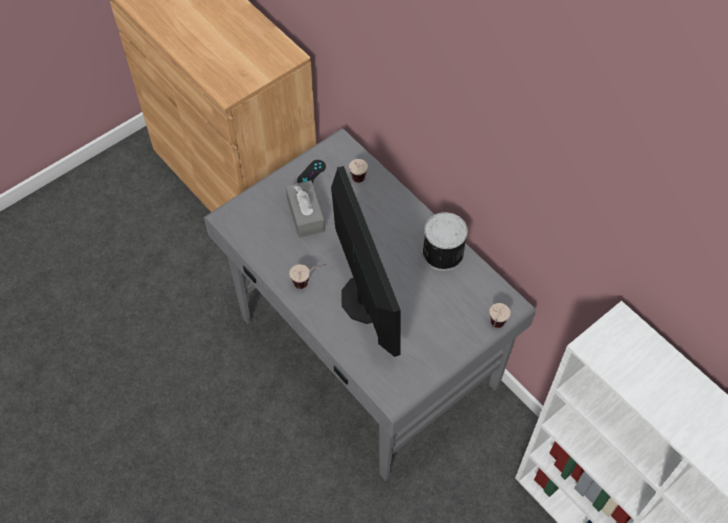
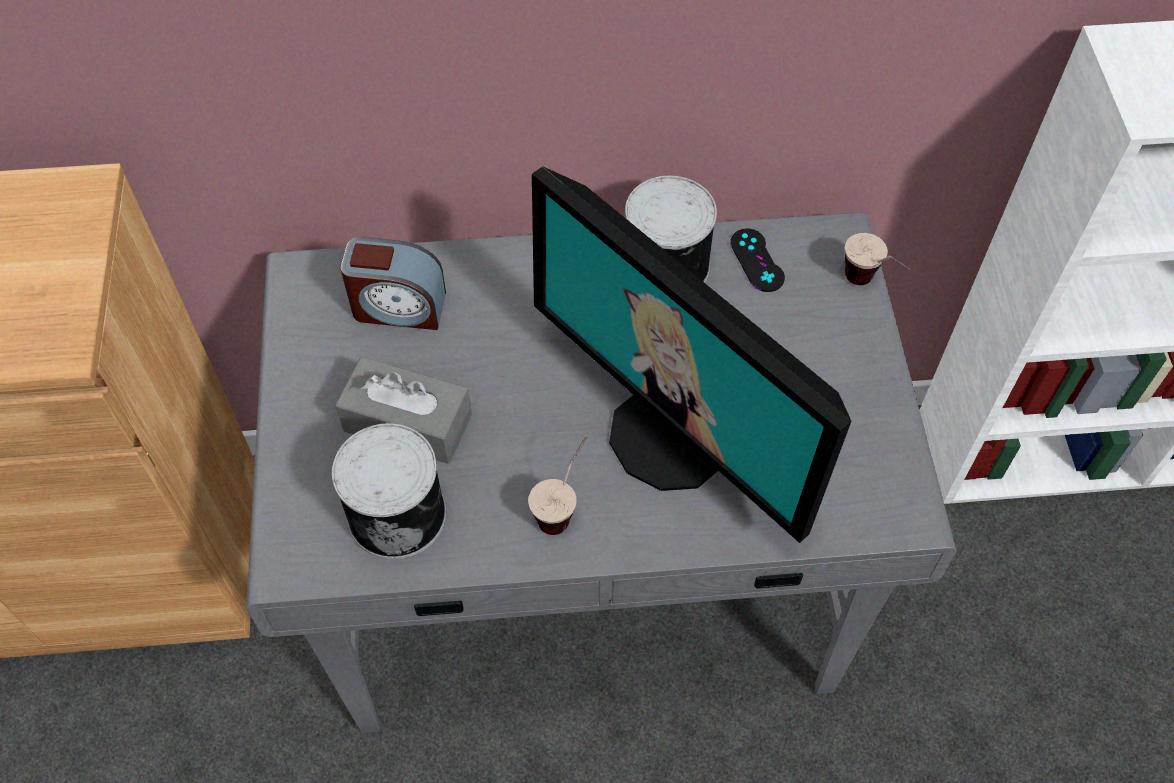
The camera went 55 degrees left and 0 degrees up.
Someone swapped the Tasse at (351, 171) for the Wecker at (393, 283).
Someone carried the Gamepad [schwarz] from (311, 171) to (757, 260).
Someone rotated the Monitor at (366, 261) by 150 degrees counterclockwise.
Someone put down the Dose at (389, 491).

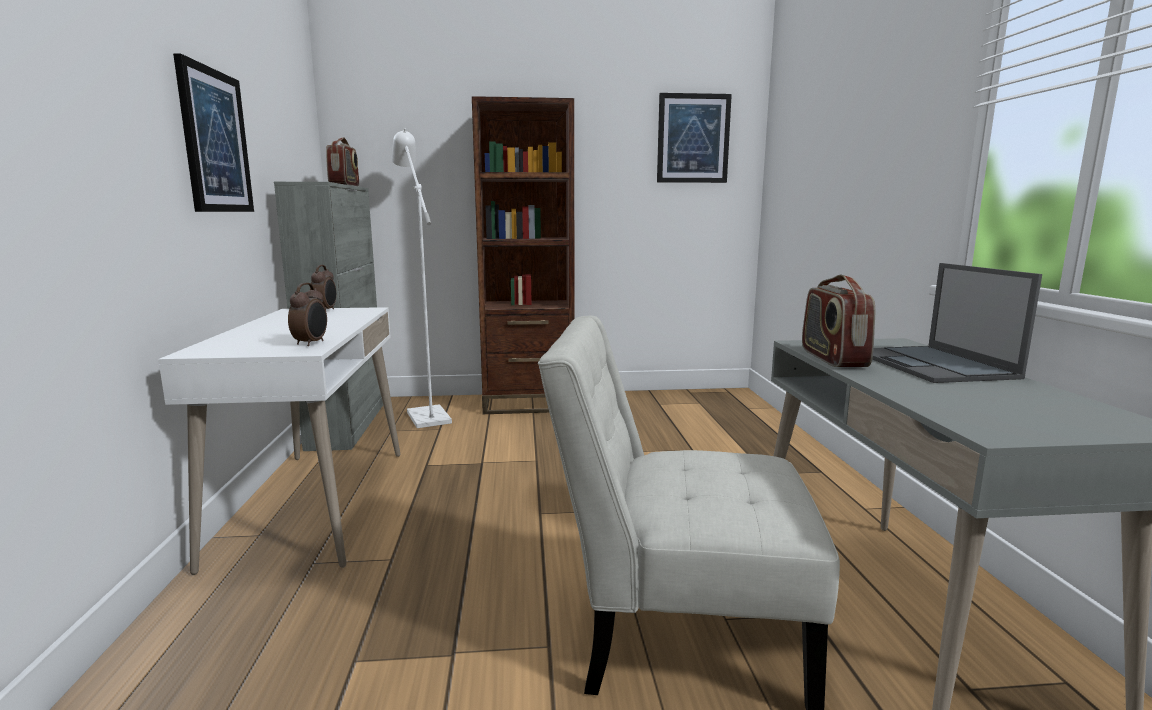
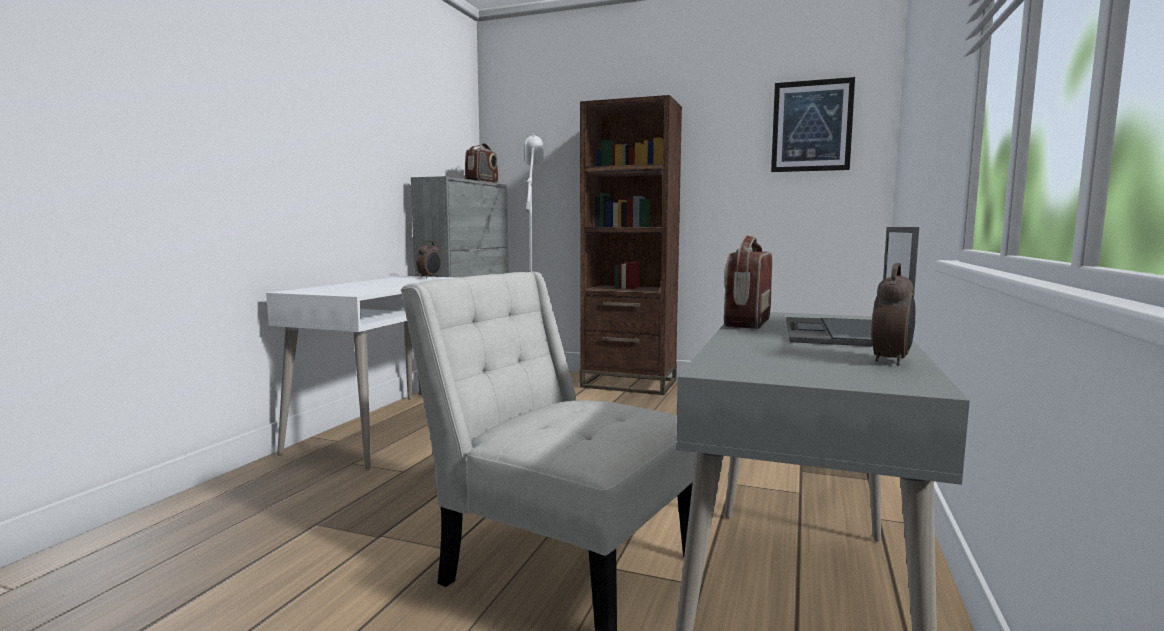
The camera went 25 degrees right and 5 degrees down.
Someone took away the Bild at (213, 132).
Someone carried the Wecker from (307, 314) to (893, 314).

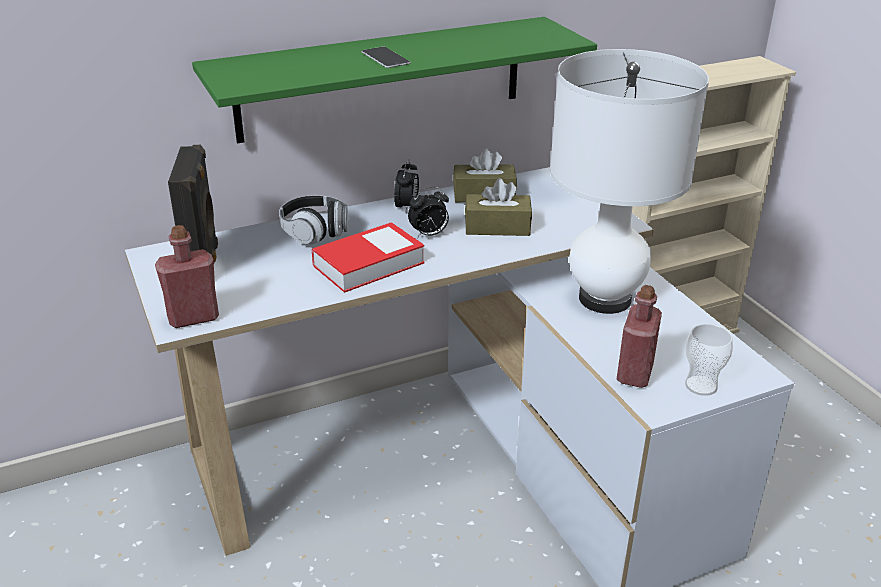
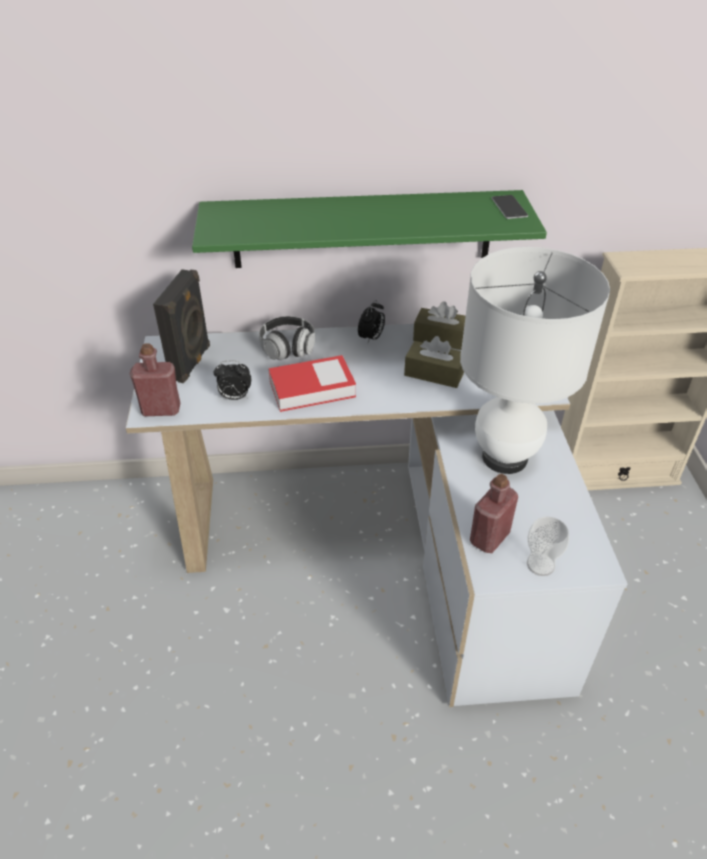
The camera went 20 degrees right and 10 degrees up.
Someone carried the Handy from (386, 57) to (510, 207).
Someone carried the Wecker from (428, 212) to (232, 380).

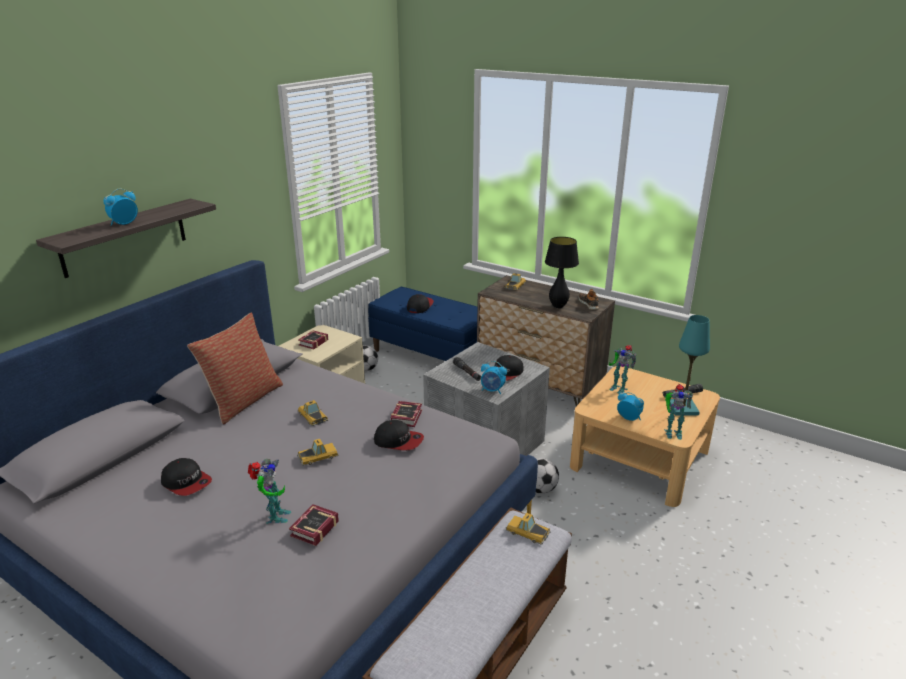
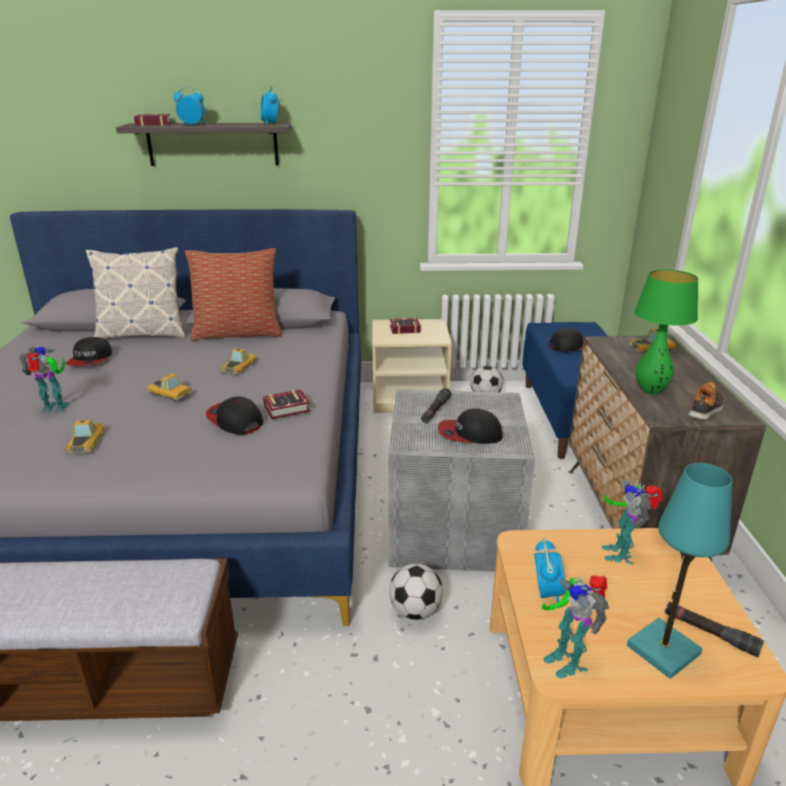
The camera went 55 degrees right and 0 degrees up.
Someone repainted the Tischlampe [schwarz] at (562, 272), which became the Tischlampe [grün] at (666, 332).
Someone carried the Wecker from (494, 377) to (269, 105).
Someone rotated the Kappe at (399, 435) by 150 degrees clockwise.
Someone rotated the Spielzeugroboter at (269, 491) by 150 degrees counterclockwise.
Someone carried the Buch from (314, 525) to (152, 119).
Someone carried the Spielzeugauto from (528, 529) to (85, 437).
Someone put down the Kissen at (135, 293).

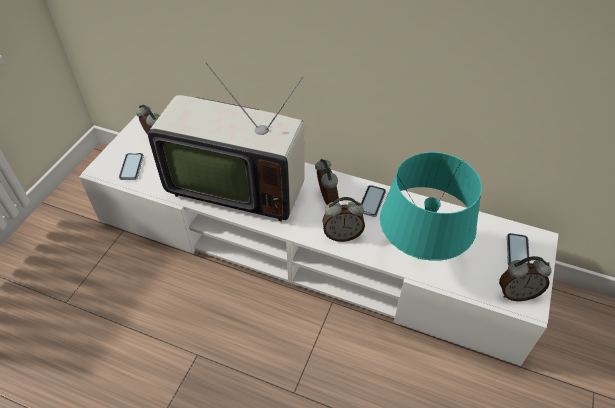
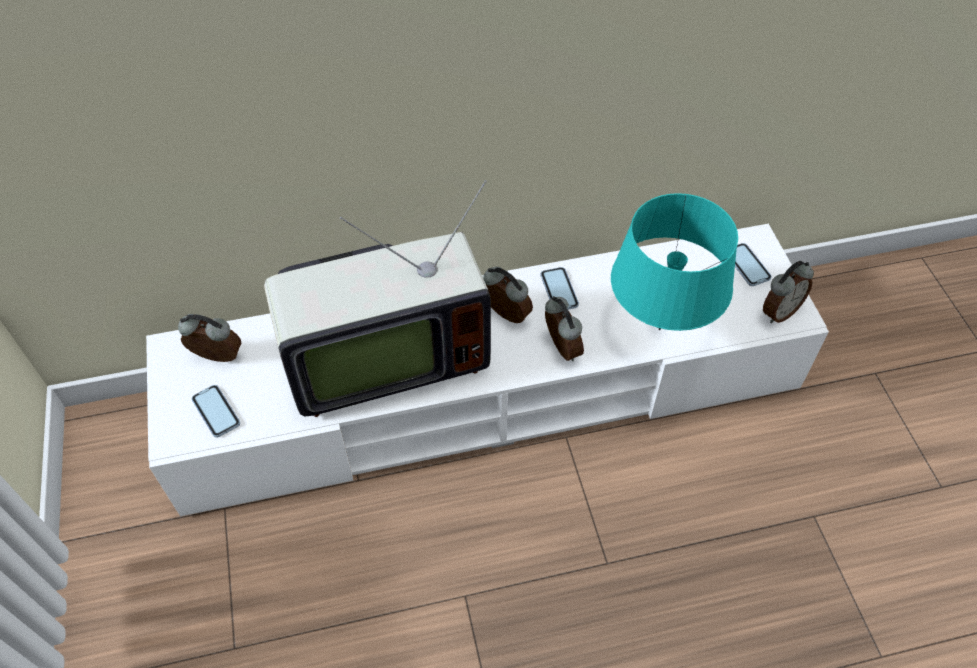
The camera went 35 degrees left and 5 degrees up.
Someone rotated the Wecker at (343, 219) by 75 degrees counterclockwise.

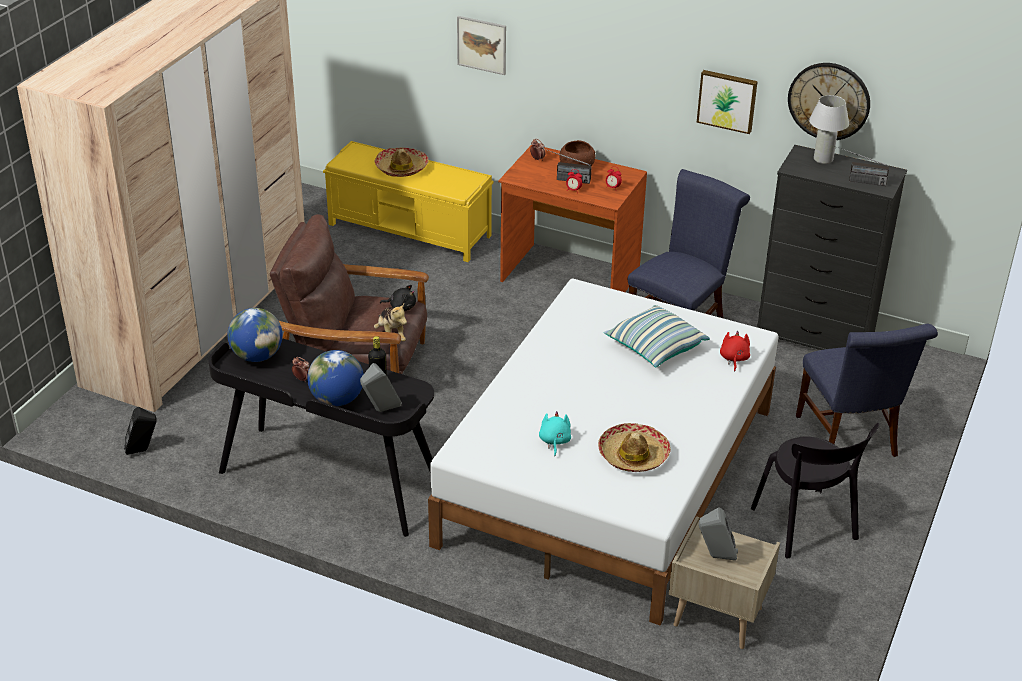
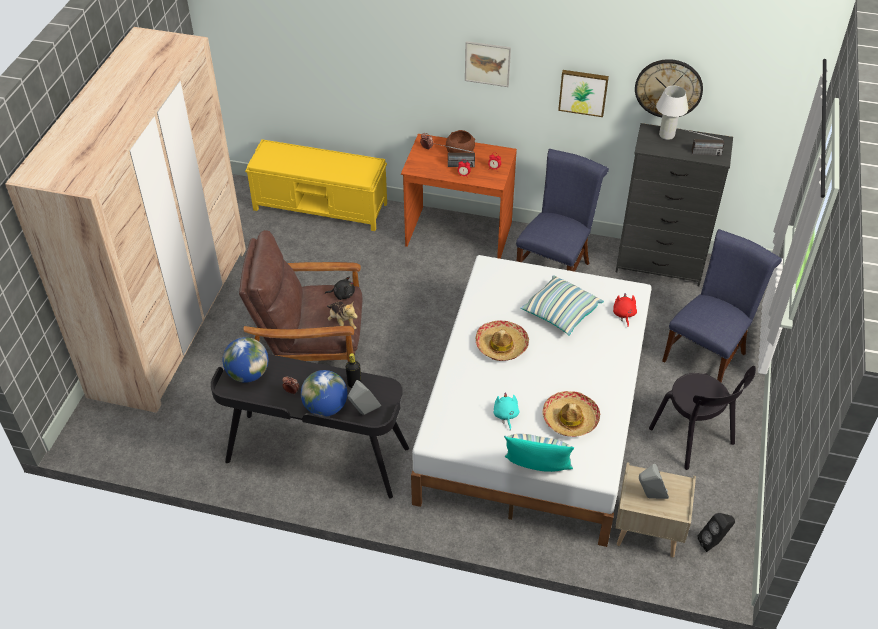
The camera went 10 degrees left and 10 degrees up.
Someone carried the Bild from (481, 45) to (488, 64).
Someone carried the Hut from (402, 162) to (502, 340).
Someone rotated the Stuhl [blau] at (867, 390) by 120 degrees counterclockwise.
Someone carried the Lautsprecher [schwarz] from (140, 431) to (716, 532).
Someone put down the Kissen at (539, 453).

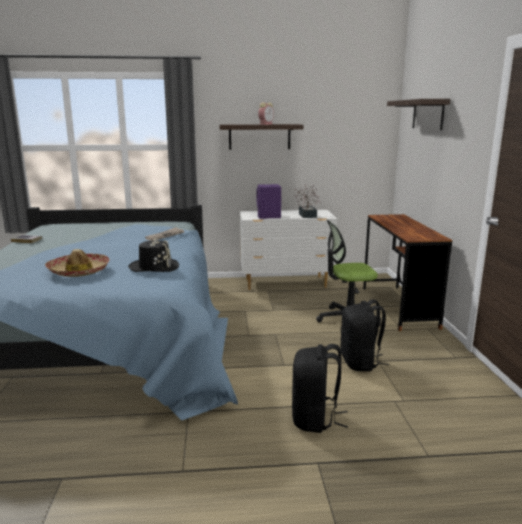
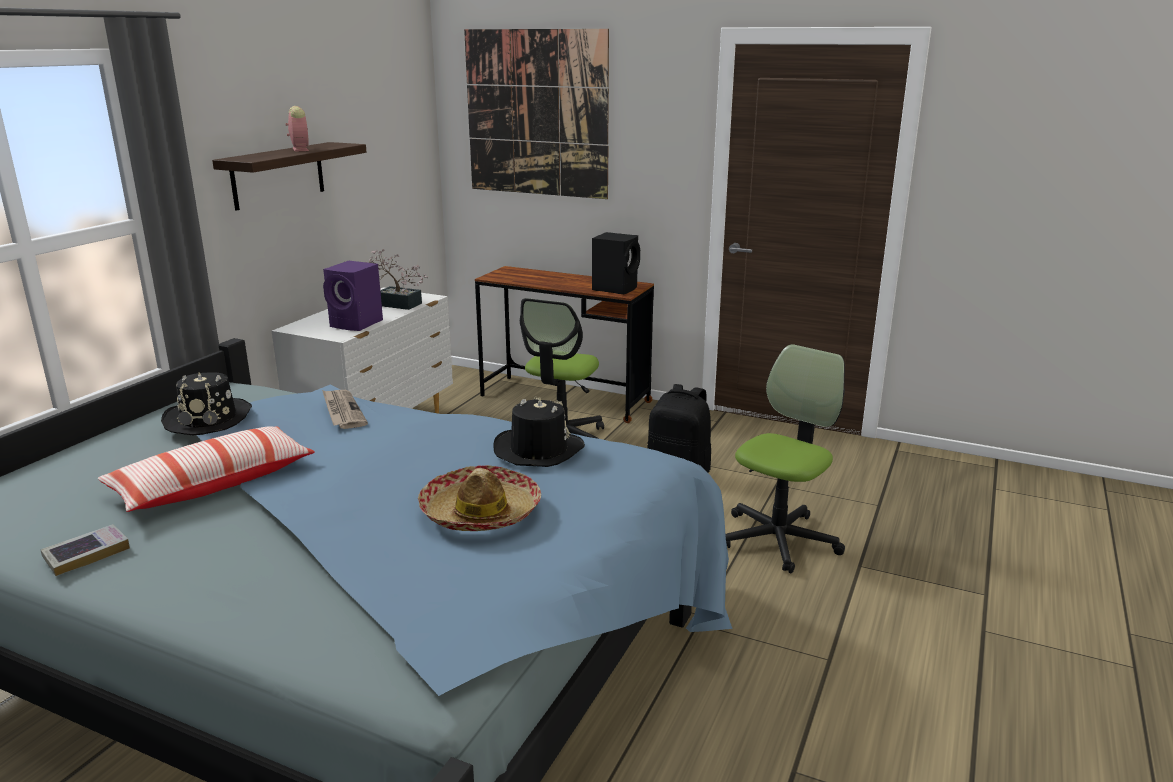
The camera went 60 degrees left and 5 degrees up.
Someone swapped the Wandregal at (418, 114) for the Bild at (536, 114).
Someone swapped the Rucksack [schwarz] at (320, 388) for the Bürostuhl at (785, 458).
Someone put down the Lautsprecher [schwarz] at (616, 263).
Someone put down the Hut [schwarz] at (206, 403).
Someone put down the Kissen at (206, 469).

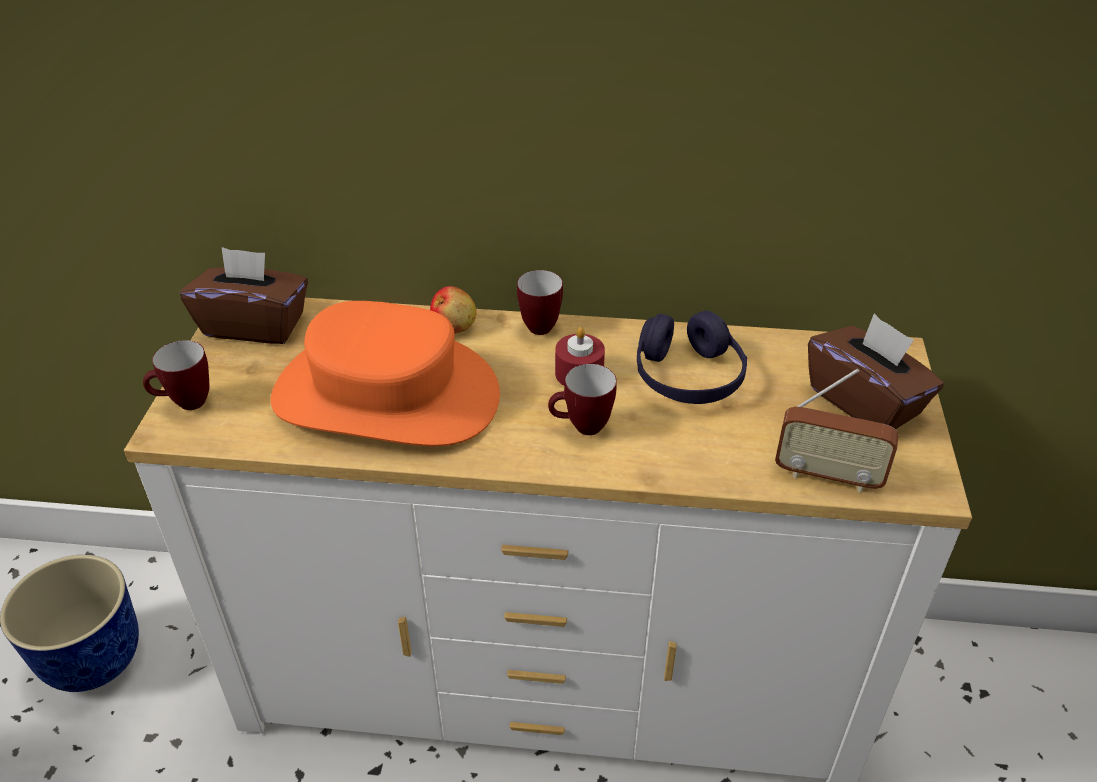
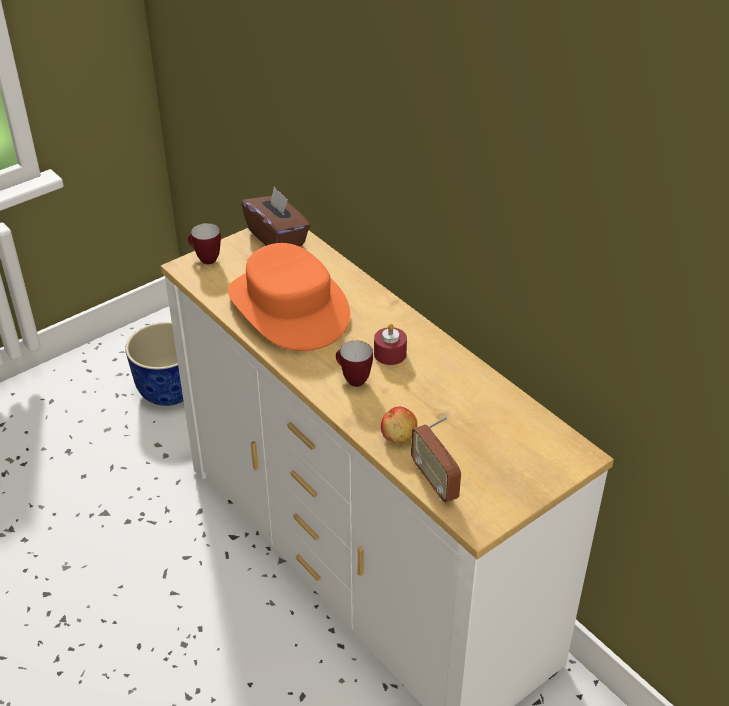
The camera went 45 degrees right and 0 degrees up.
Someone took away the Henkelbecher at (540, 302).
Someone carried the Apfel from (453, 310) to (399, 425).
Someone took away the Kopfhörer [lila] at (692, 357).
Someone took away the Taschentuchbox [braun] at (876, 371).

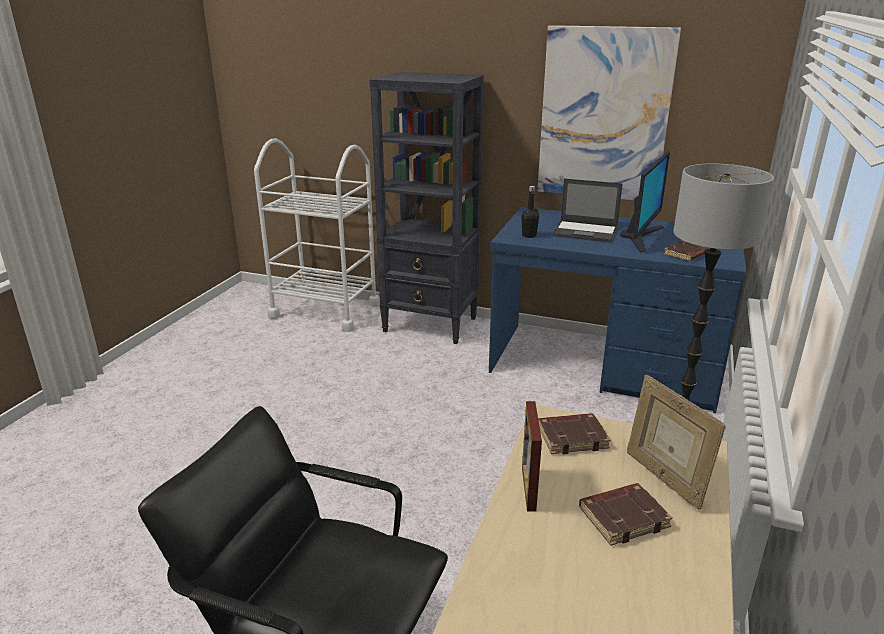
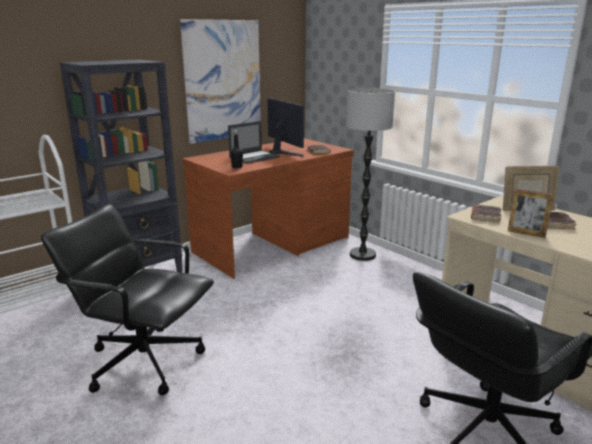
The camera went 60 degrees left and 5 degrees down.
Someone repainted the Schreibtisch [blau] at (618, 310), which became the Schreibtisch [braun] at (268, 208).
Someone put down the Bürostuhl [schwarz] at (127, 299).

